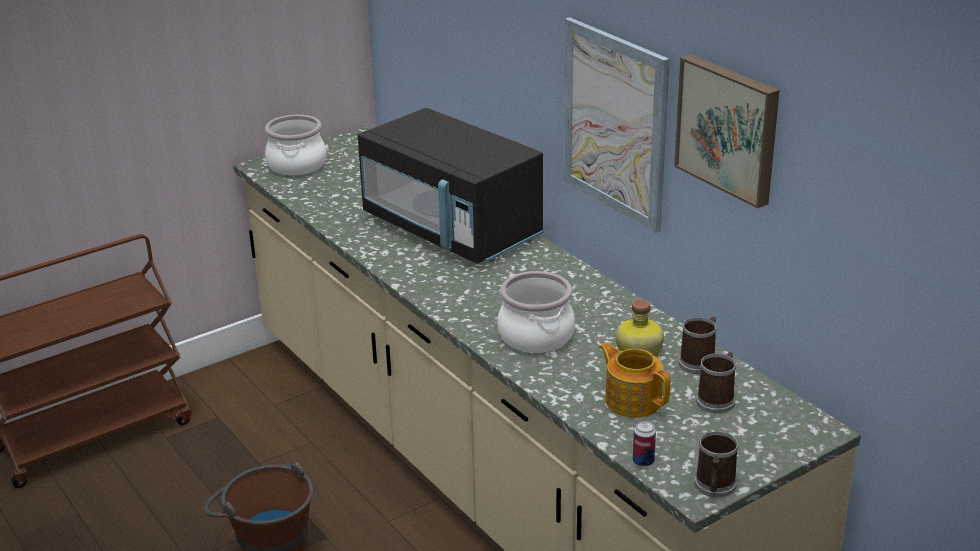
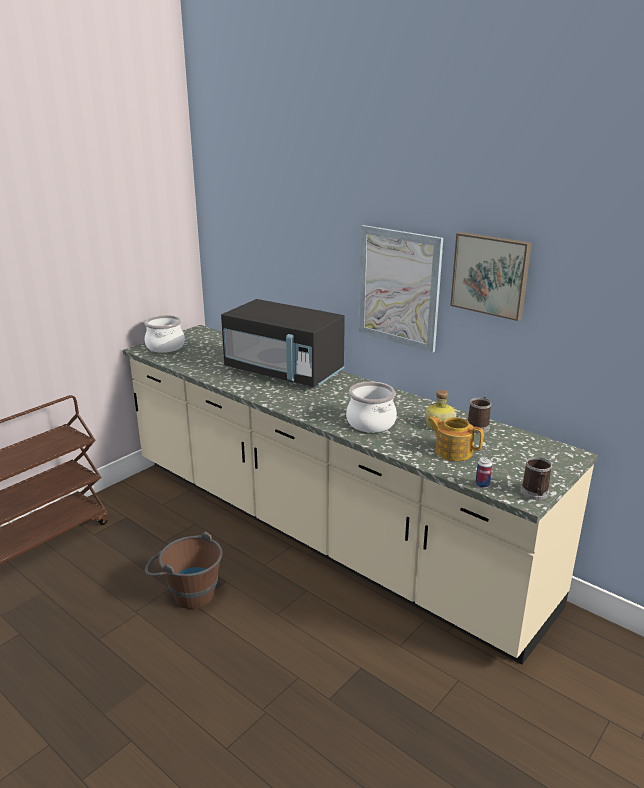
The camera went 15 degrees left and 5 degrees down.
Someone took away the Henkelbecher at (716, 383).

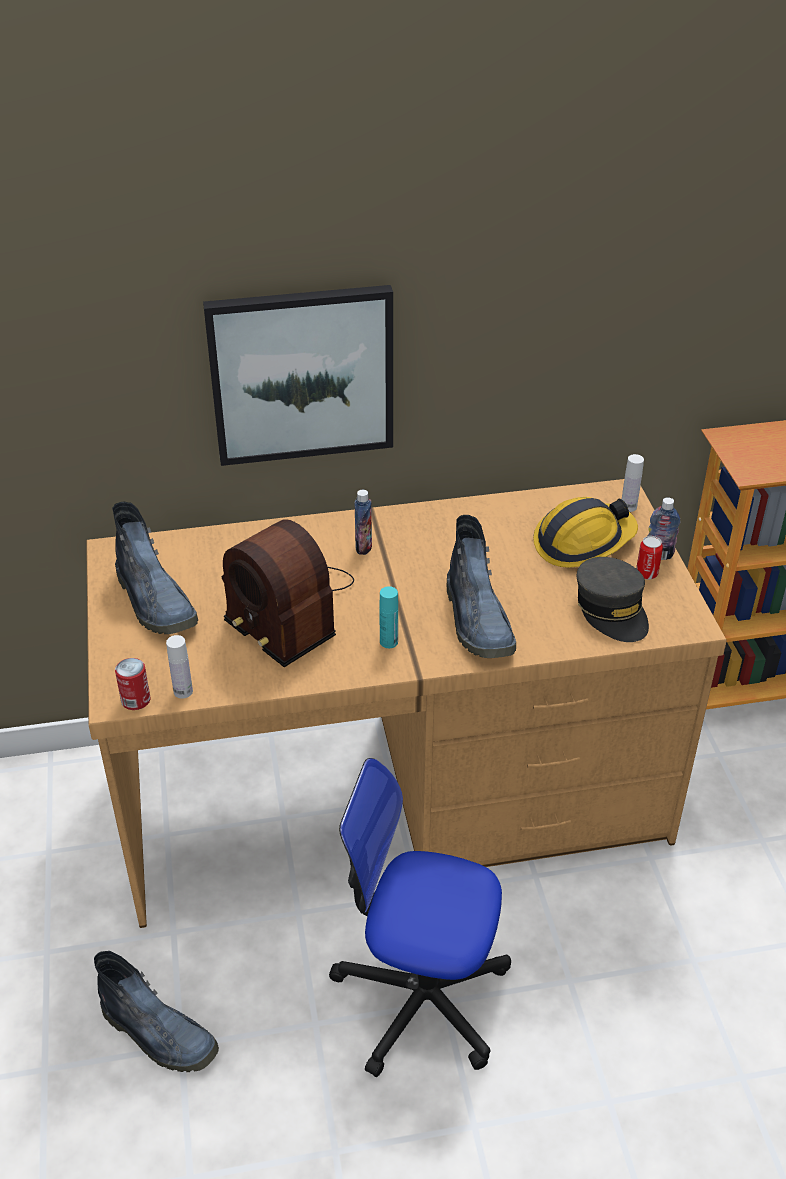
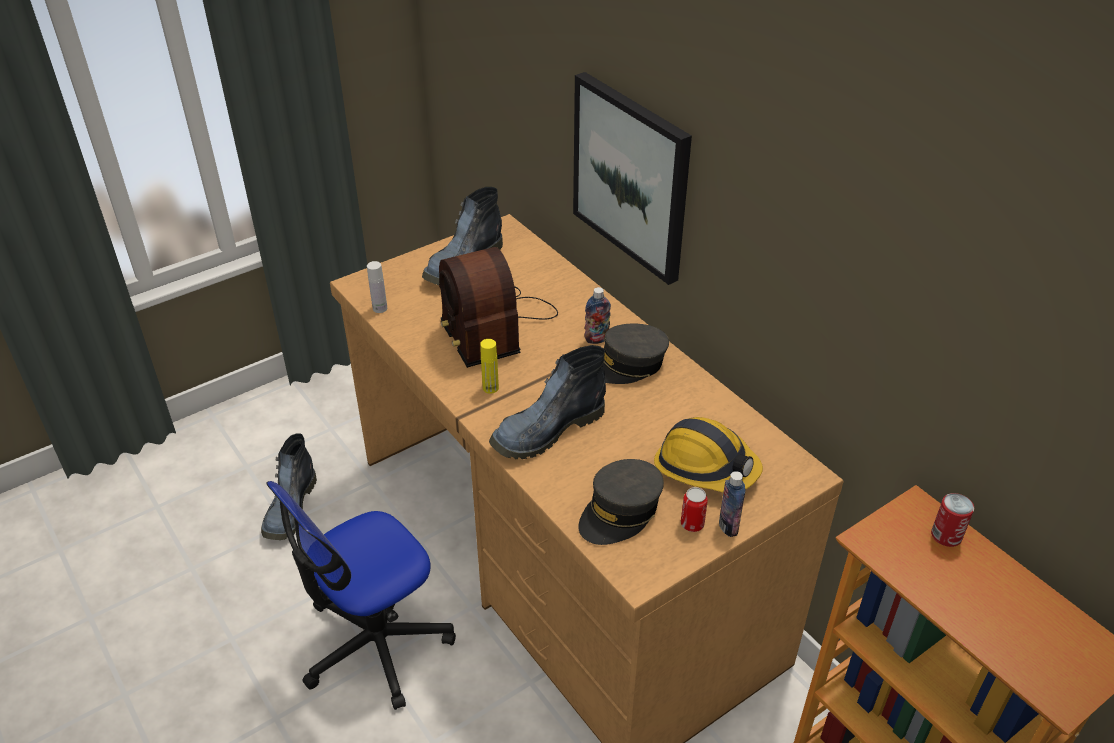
The camera went 65 degrees right and 0 degrees up.
Someone took away the Flasche [weiß] at (633, 483).
Someone rotated the Radio at (288, 593) by 45 degrees counterclockwise.
Someone repainted the Flasche [türkis] at (388, 617), which became the Flasche [gelb] at (489, 366).
Someone carried the Dose from (133, 684) to (952, 520).
Someone rotated the Bürostuhl at (420, 917) by 120 degrees counterclockwise.
Someone put down the Kappe [grau] at (635, 354).

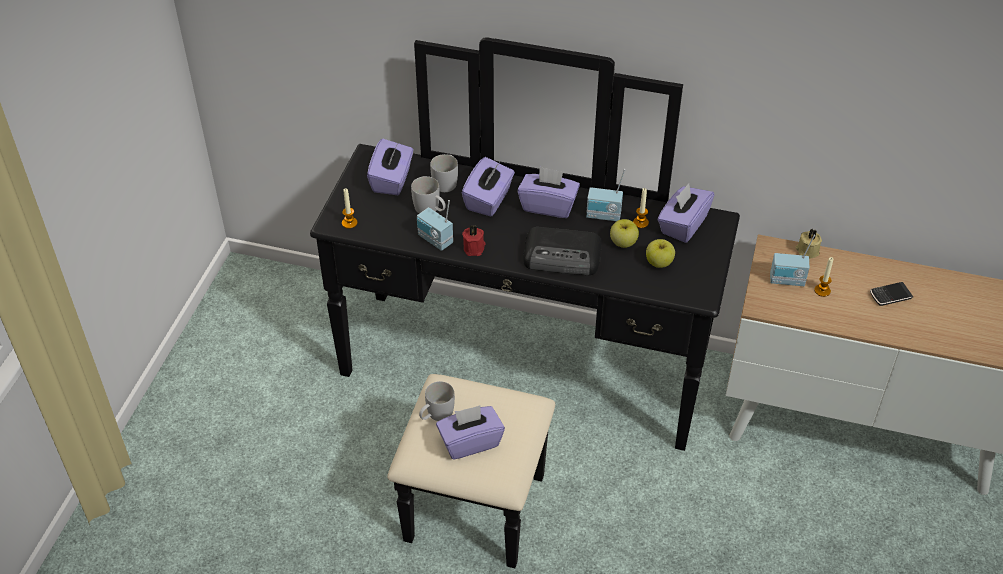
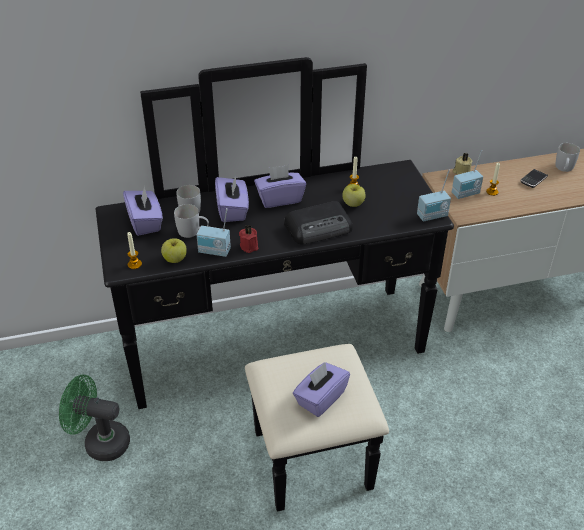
The camera went 30 degrees left and 5 degrees down.
Someone carried the Radio from (605, 195) to (434, 195).
Someone took away the Taschentuchbox [lila] at (685, 213).
Someone carried the Apfel from (660, 253) to (174, 250).
Someone carried the Henkelbecher [weiß] from (437, 401) to (568, 157).
Someone put down the Ventilator [grün] at (94, 418).

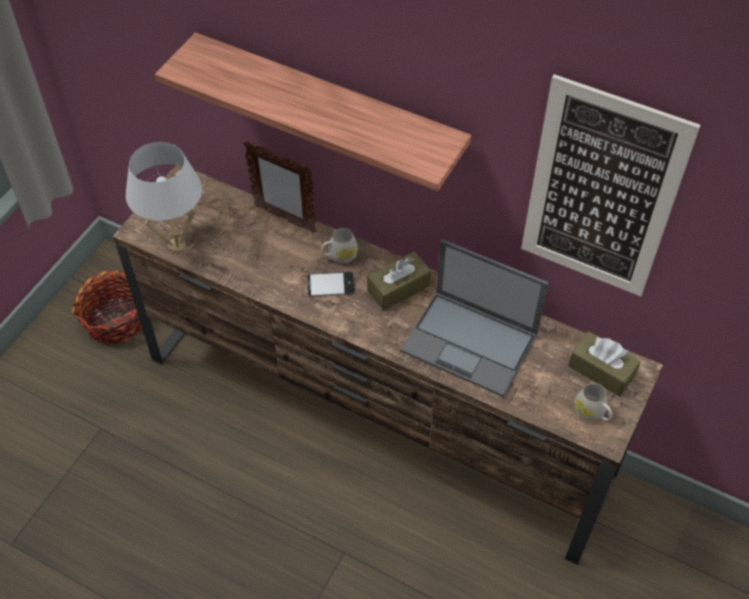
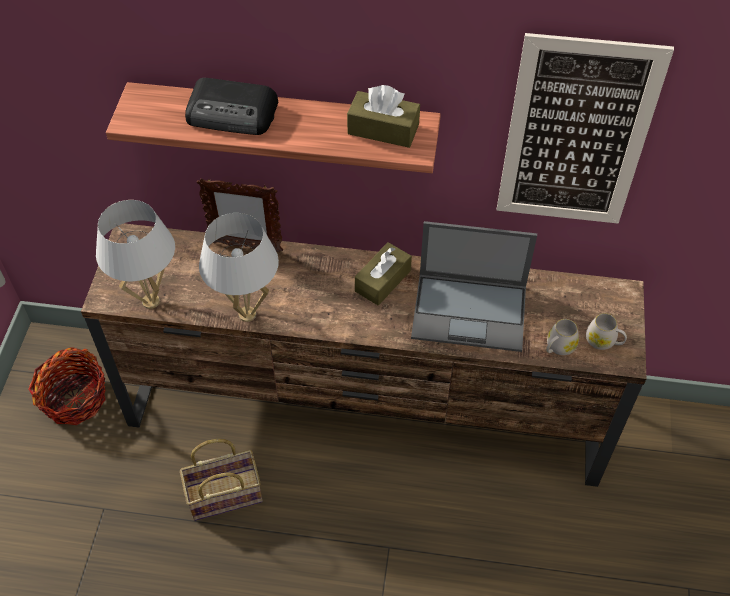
The camera went 20 degrees left and 0 degrees up.
Someone carried the Henkelbecher [weiß] from (339, 245) to (562, 337).
Someone took away the Handy at (330, 284).
Someone carried the Taschentuchbox [braun] from (604, 364) to (383, 116).
Someone put down the Radio at (231, 106).
Someone put down the Tischlampe [weiß] at (239, 267).
Someone put down the Korb at (221, 480).

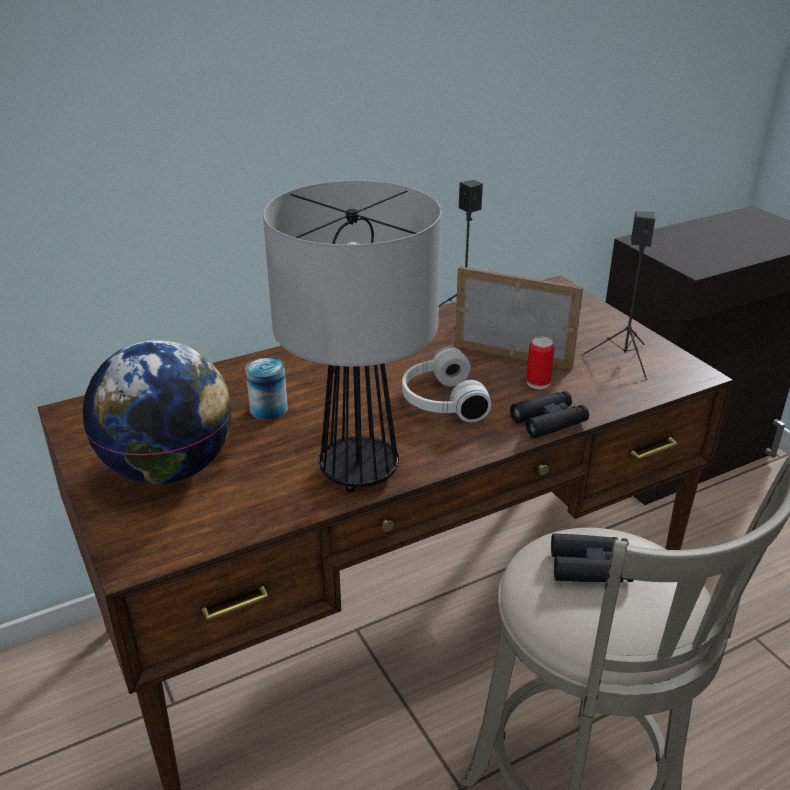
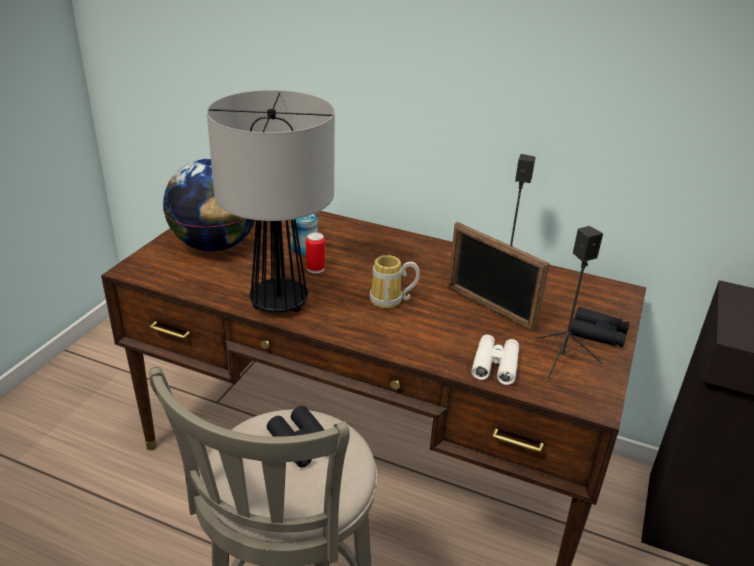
The camera went 50 degrees right and 0 degrees up.
Someone rotated the Bilderrahmen at (519, 318) by 150 degrees clockwise.
Someone carried the Dose from (540, 362) to (315, 252).
Someone swapped the Kopfhörer [weiß] at (446, 384) for the Henkelbecher at (395, 281).
Someone carried the Fernglas [schwarz] from (549, 414) to (600, 327).
Someone put down the Fernglas [weiß] at (495, 360).

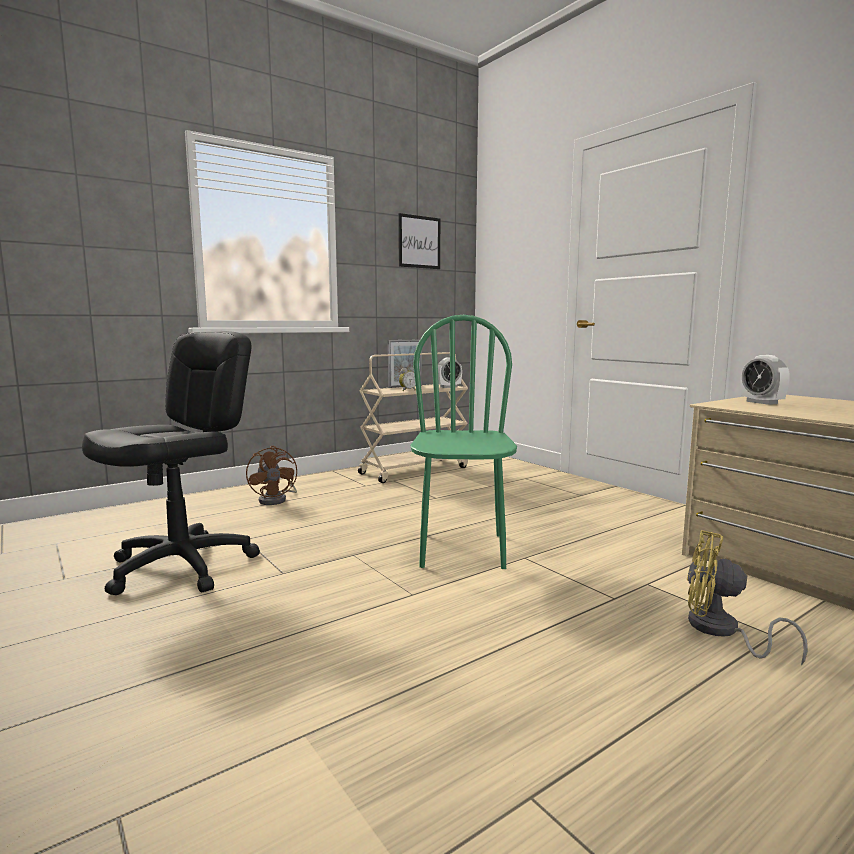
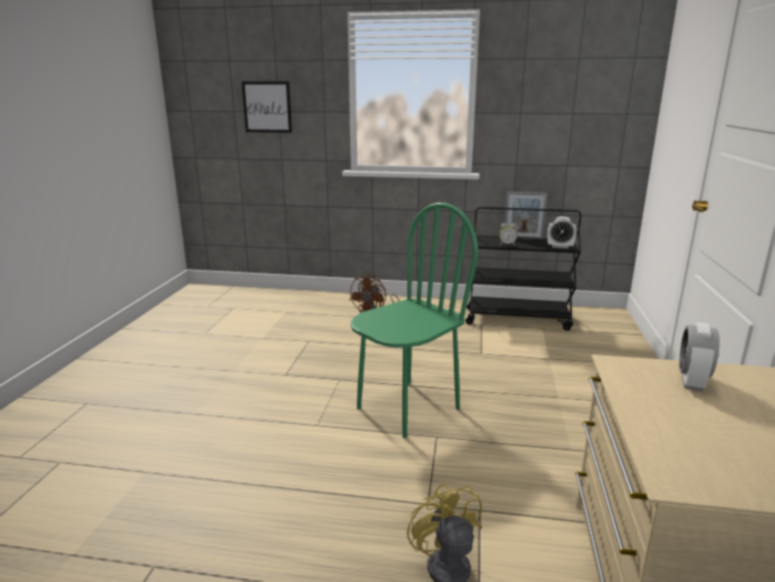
The camera went 45 degrees right and 10 degrees up.
Someone carried the Bild from (419, 241) to (267, 107).
Someone took away the Bürostuhl [schwarz] at (171, 463).
Someone repainted the Rollwagen [beige] at (413, 417), which became the Rollwagen [schwarz] at (523, 269).

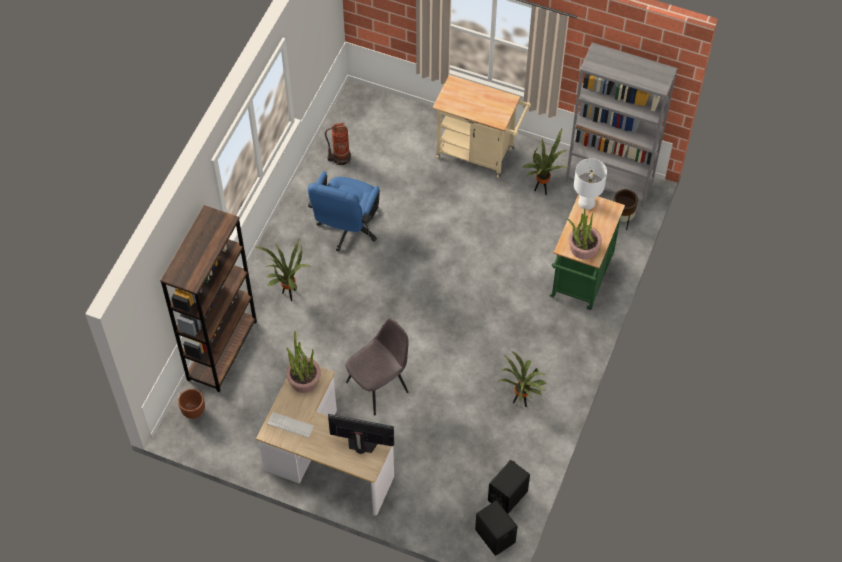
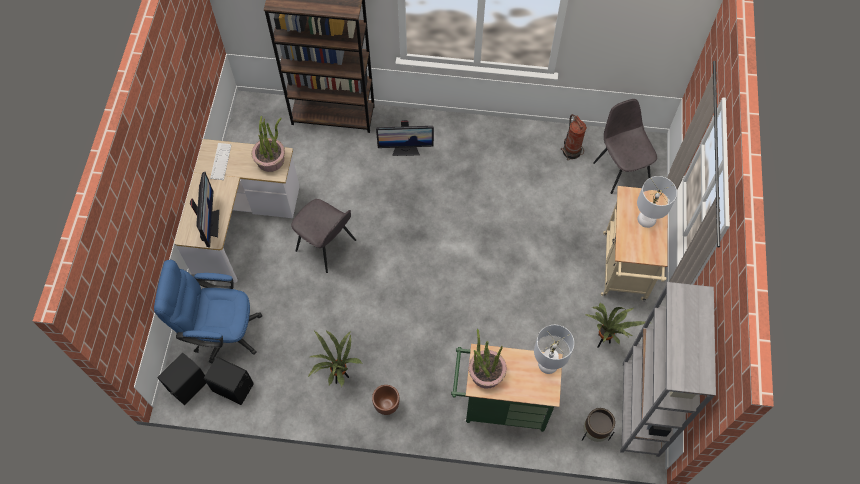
The camera went 75 degrees right and 5 degrees up.
Someone carried the Bürostuhl [blau] from (344, 211) to (208, 311).
Someone swapped the Topfpflanze at (283, 270) for the Monitor at (405, 138).
Someone carried the Pflanzkübel [braun] from (191, 404) to (386, 400).
Someone put down the Stuhl [grau] at (625, 146).
Someone put down the Tischlampe [weiß] at (657, 202).

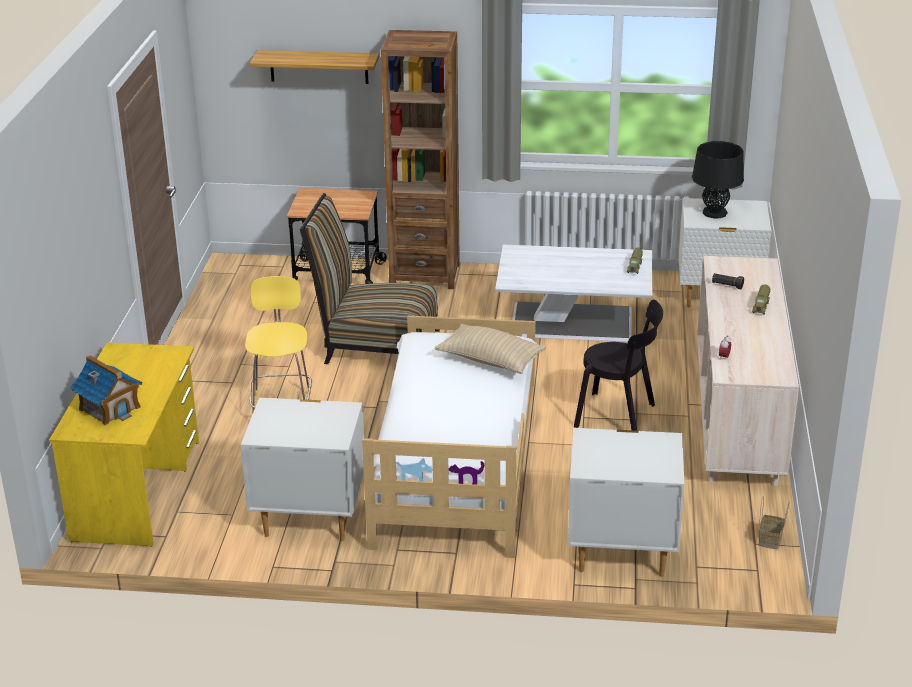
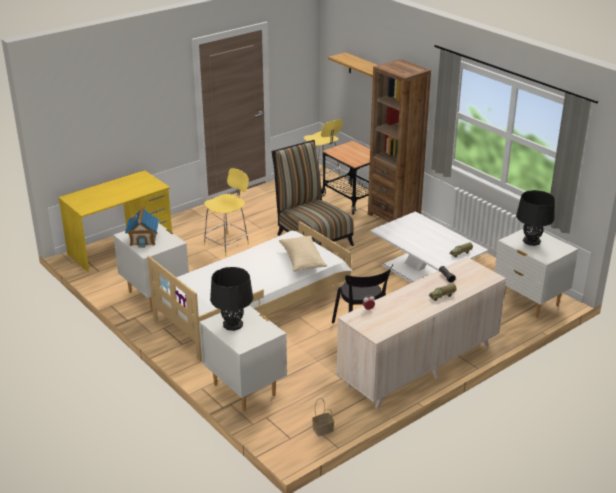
The camera went 45 degrees right and 0 degrees up.
Someone carried the Spielzeughaus from (106, 390) to (142, 227).
Someone put down the Hocker [gelb] at (323, 148).
Someone put down the Tischlampe [schwarz] at (231, 299).

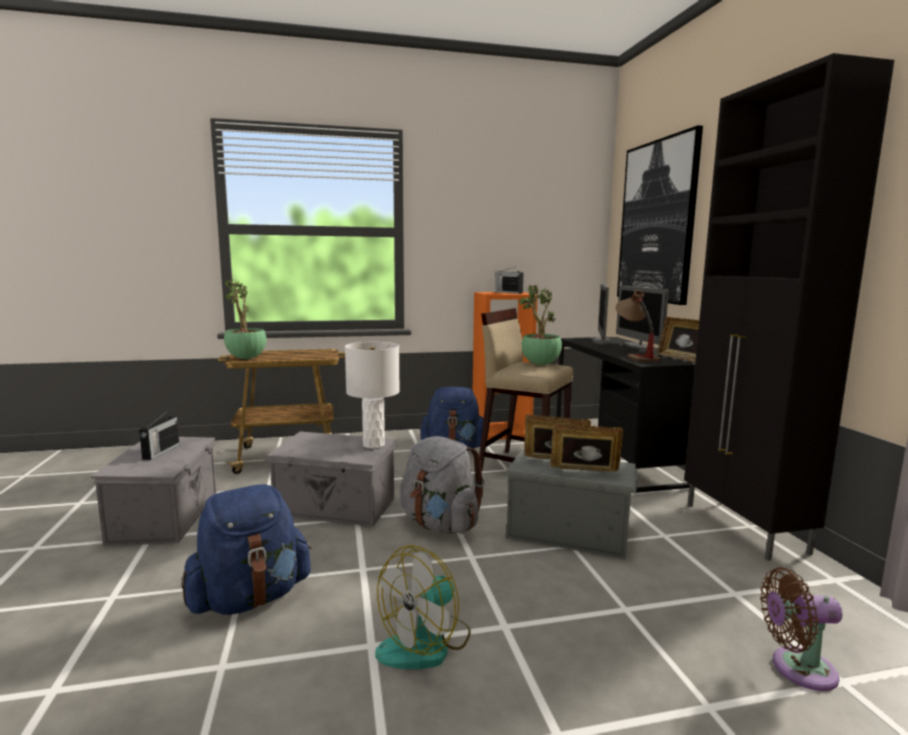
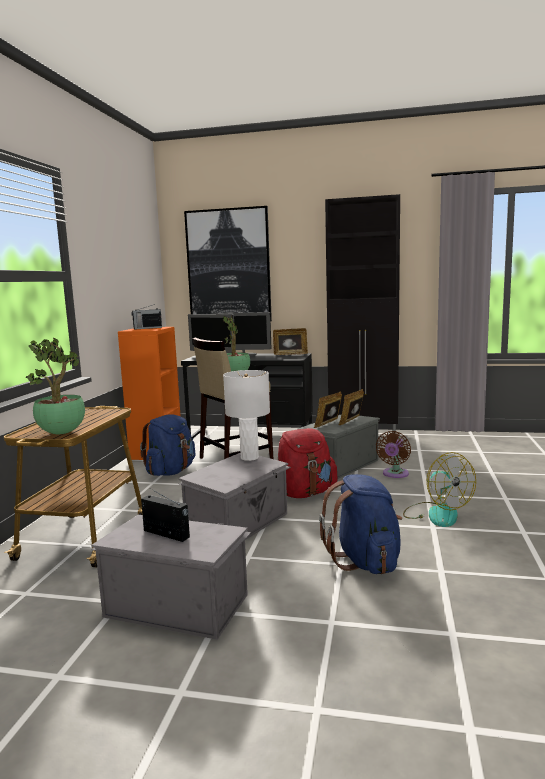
The camera went 65 degrees left and 0 degrees up.
Someone took away the Tischlampe at (639, 326).
Someone repainted the Rucksack [grau] at (442, 485), which became the Rucksack [rot] at (308, 463).
Someone carried the Ventilator [braun] from (801, 629) to (393, 454).

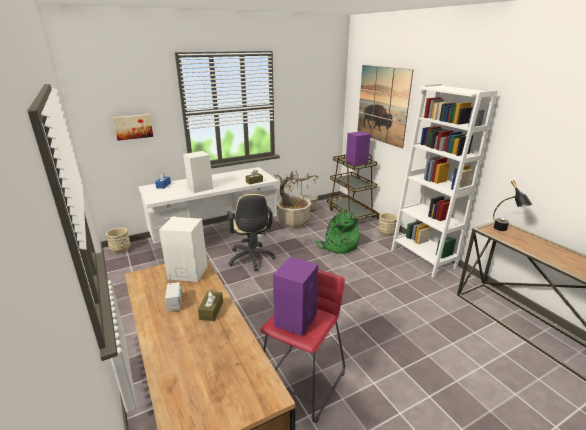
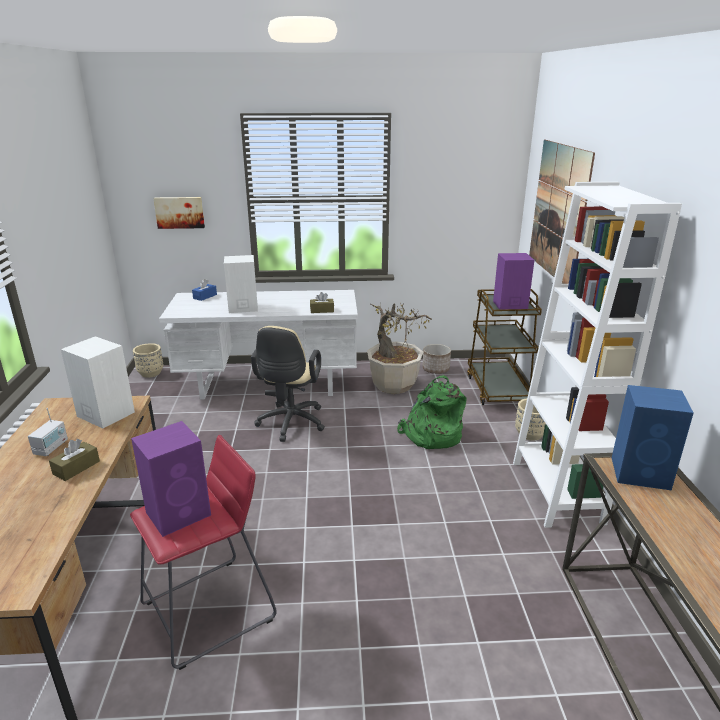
The camera went 25 degrees right and 0 degrees up.
Someone swapped the Tischlampe [schwarz] at (512, 205) for the Lautsprecher [blau] at (652, 437).

